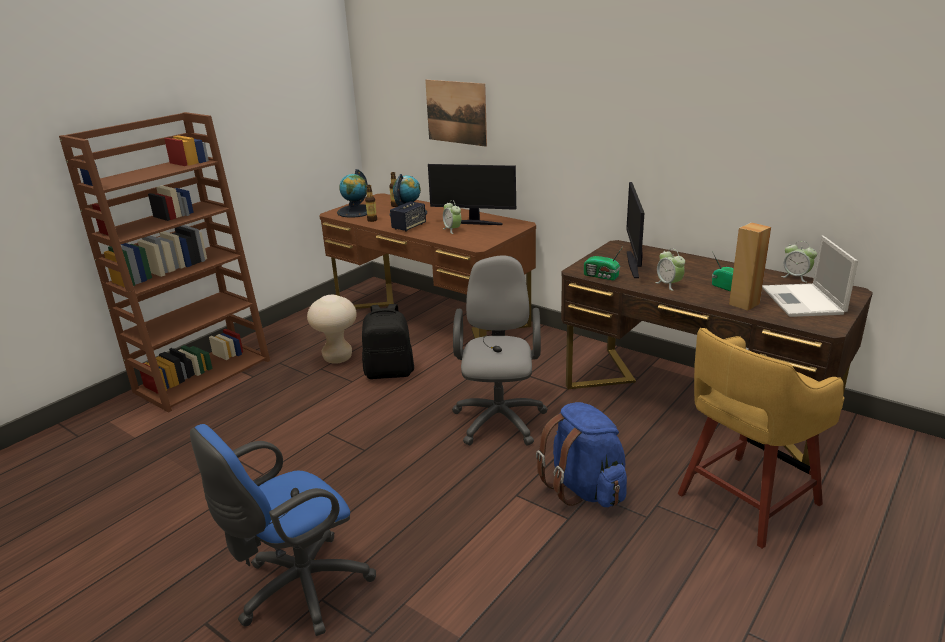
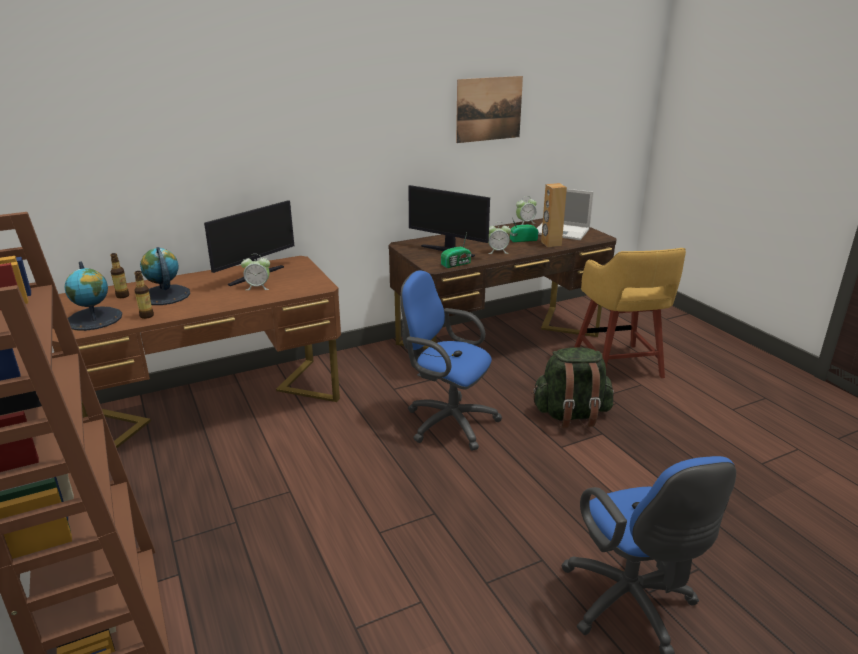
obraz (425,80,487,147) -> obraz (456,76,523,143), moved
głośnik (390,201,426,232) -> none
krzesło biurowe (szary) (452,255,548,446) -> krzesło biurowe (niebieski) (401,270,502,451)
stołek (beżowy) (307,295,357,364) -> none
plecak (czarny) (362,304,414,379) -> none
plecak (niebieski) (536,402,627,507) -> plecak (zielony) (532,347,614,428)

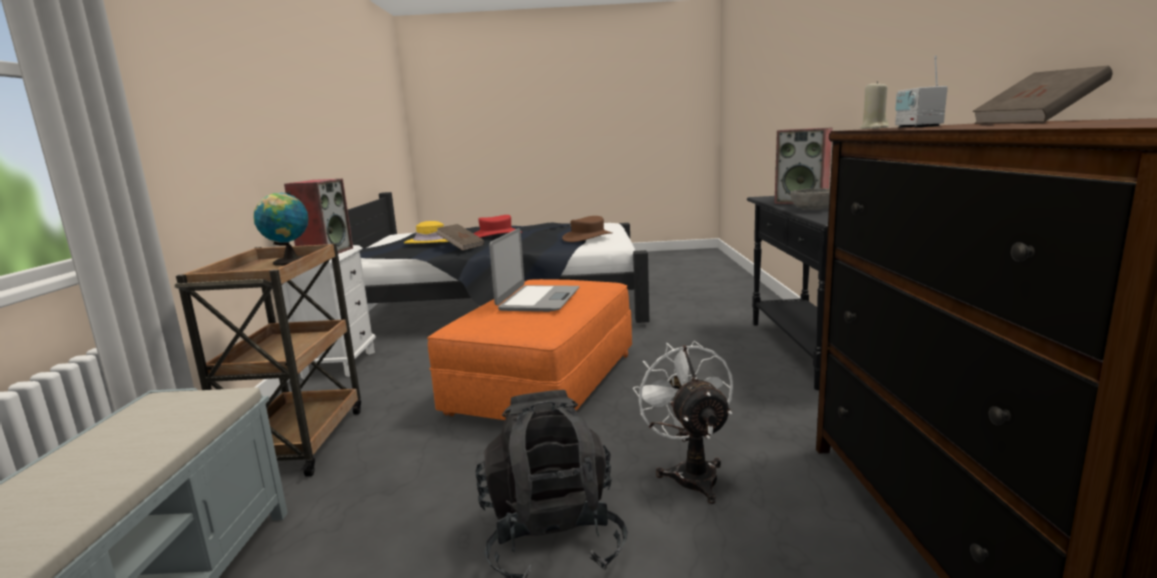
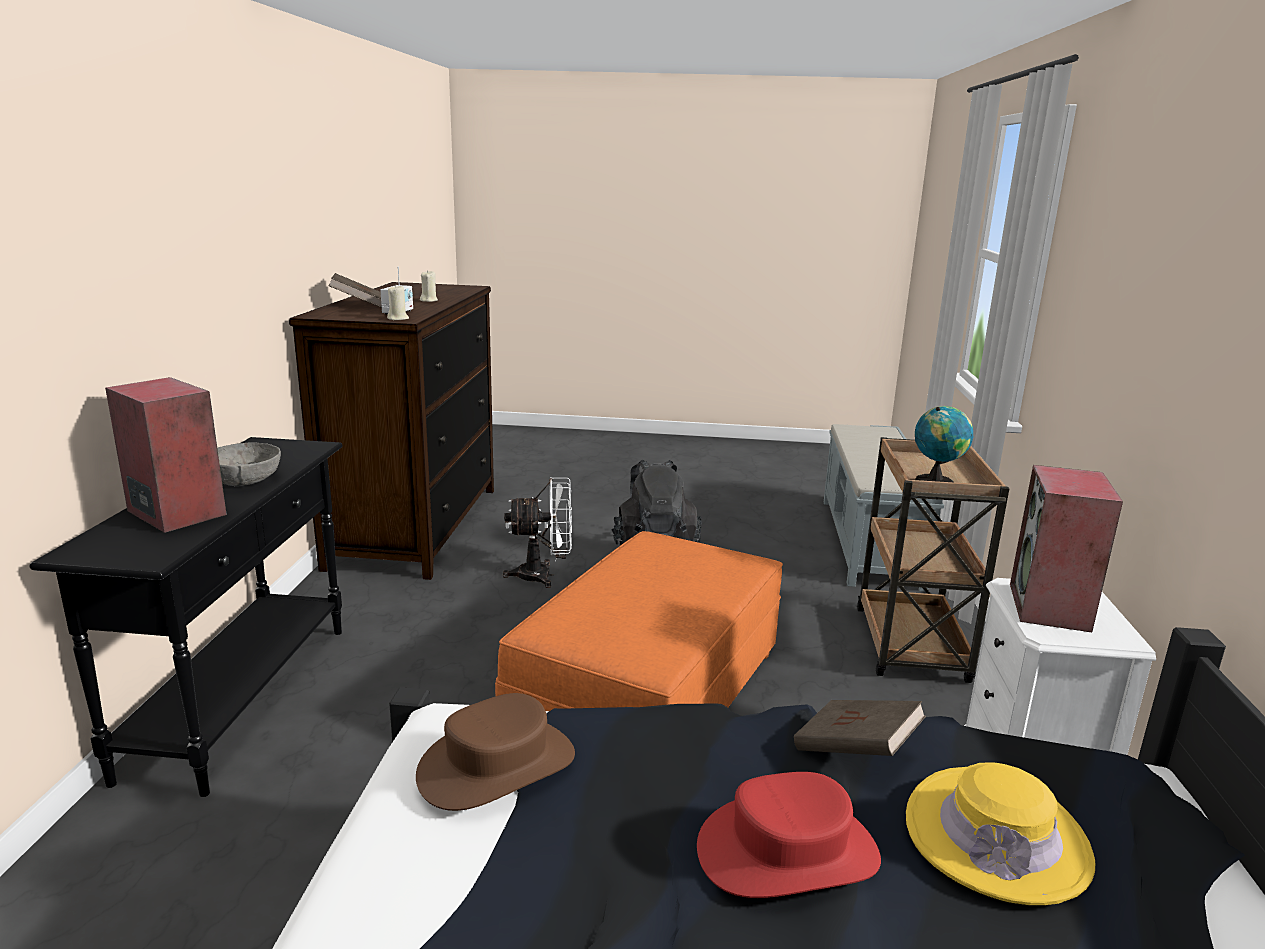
laptop (489,228,580,312) -> none
wentylator (biały) (633,341,733,504) -> wentylator (biały) (503,477,572,588), 90 degrees counterclockwise
none -> świeca (beżowy) (420,270,438,302)

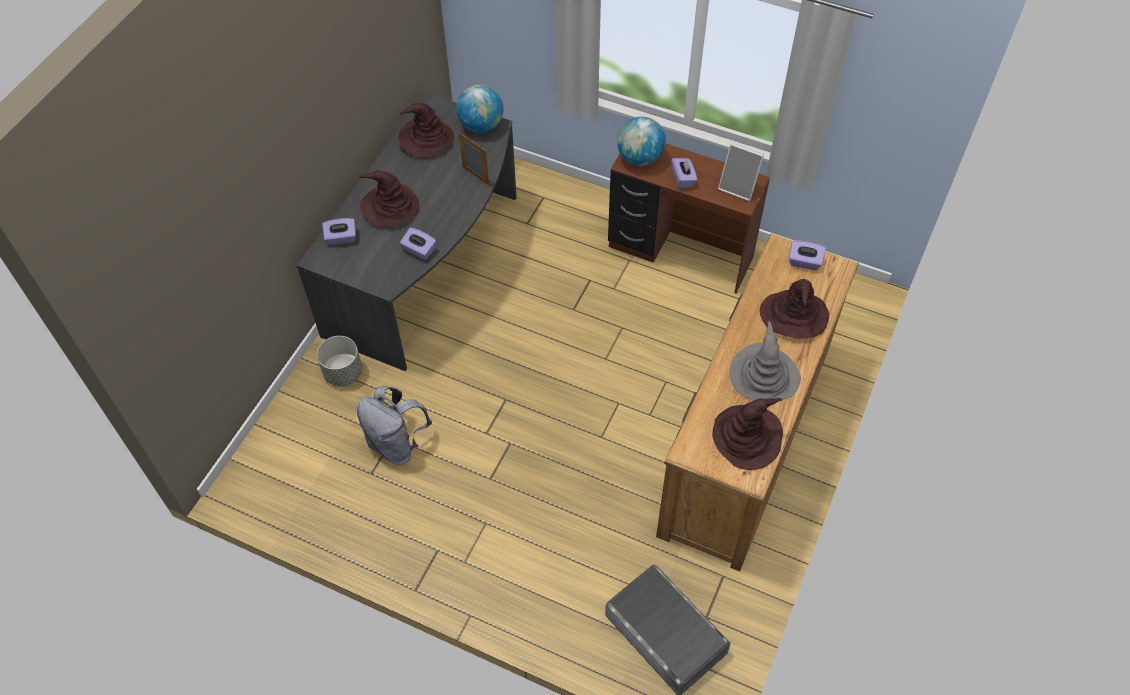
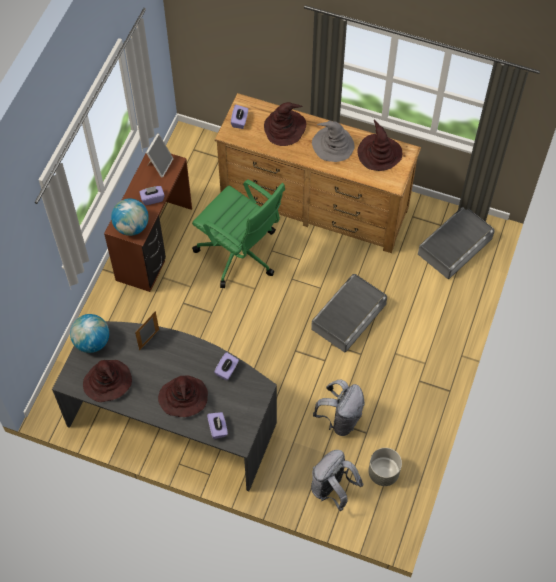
donica (szary) (317,336,362,387) -> donica (szary) (368,448,402,486), moved
none -> krzesło biurowe (zielony) (192,179,285,288)
none -> pojemnik do przechowywania (szary) (311,274,387,353)
none -> plecak (szary) (311,450,364,511)

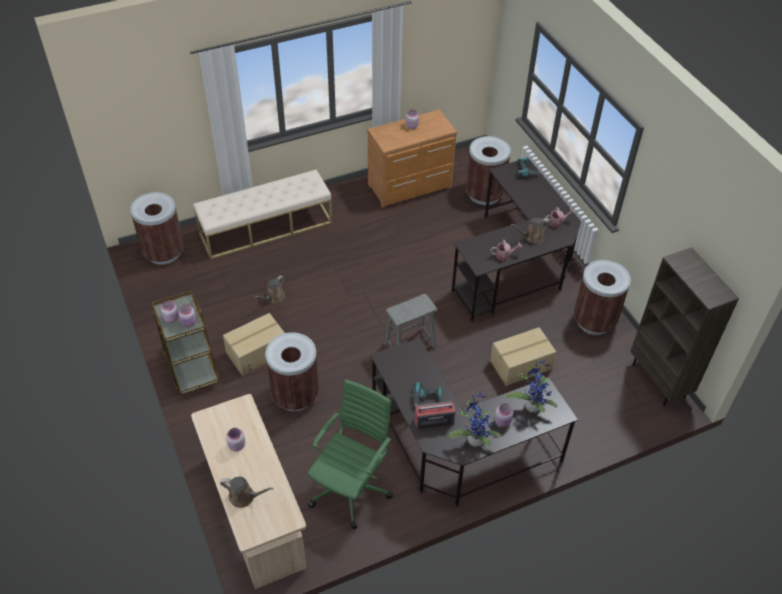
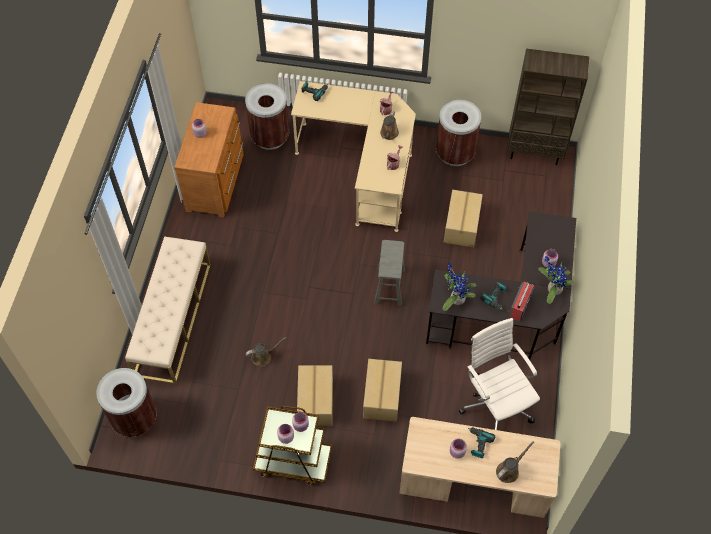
biurko (czarny) (451,158,581,323) -> biurko (beżowy) (291,81,416,232)
konewka (brązowy) (255,275,285,304) -> konewka (brązowy) (245,337,286,366), 90 degrees counterclockwise
kosz na śmieci (brązowy) (265,332,319,411) -> karton (363,359,402,422)
roślina doniczkowa (507,359,558,413) -> roślina doniczkowa (443,263,476,311), moved
krzesło biurowe (zielony) (307,380,393,530) -> krzesło biurowe (biały) (459,318,540,430)
none -> wiertarka (468,427,495,458)

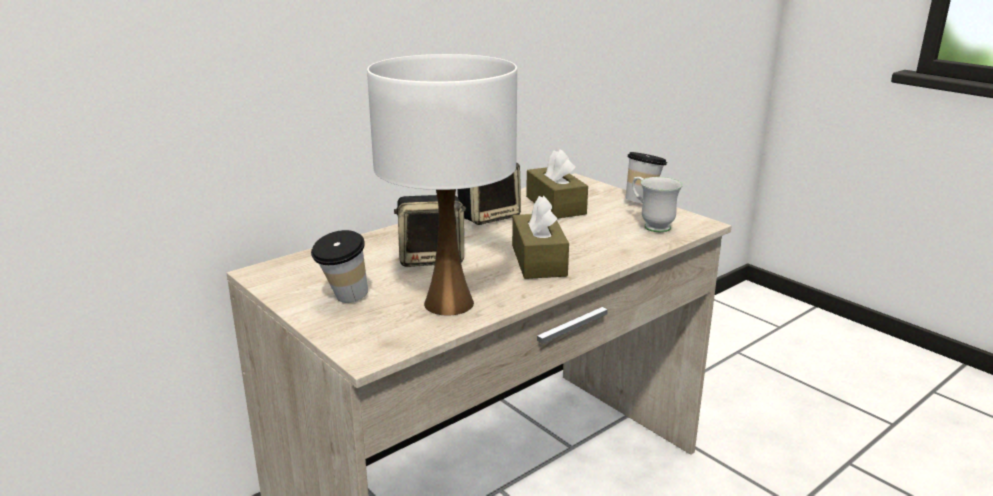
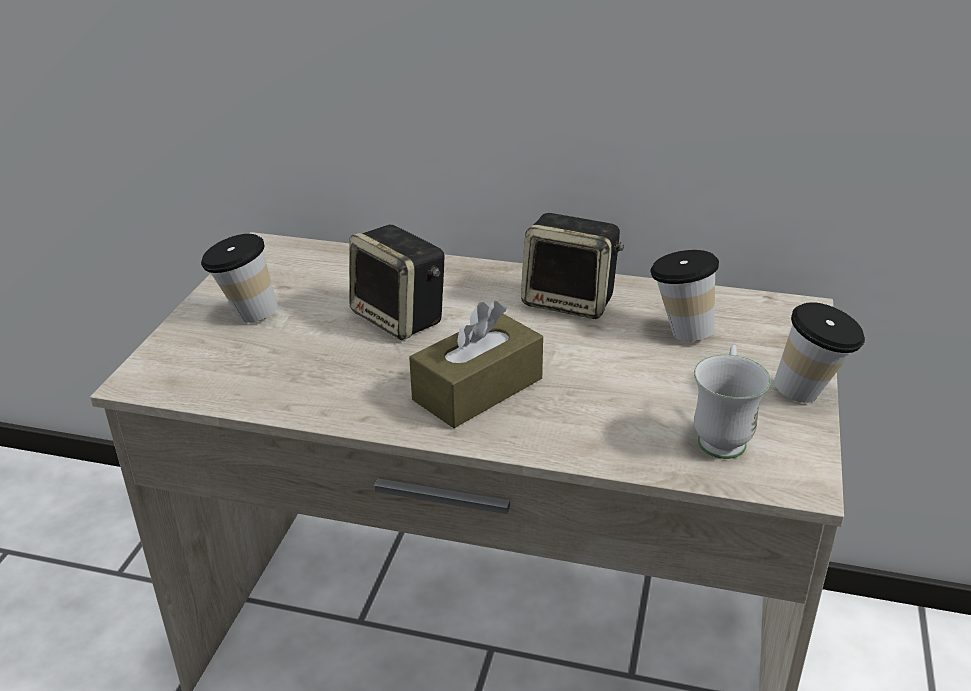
lampa stołowa (biały) (367,54,517,316) -> none
pudełko chusteczek (brązowy) (526,149,588,218) -> filiżanka (650,250,719,341)

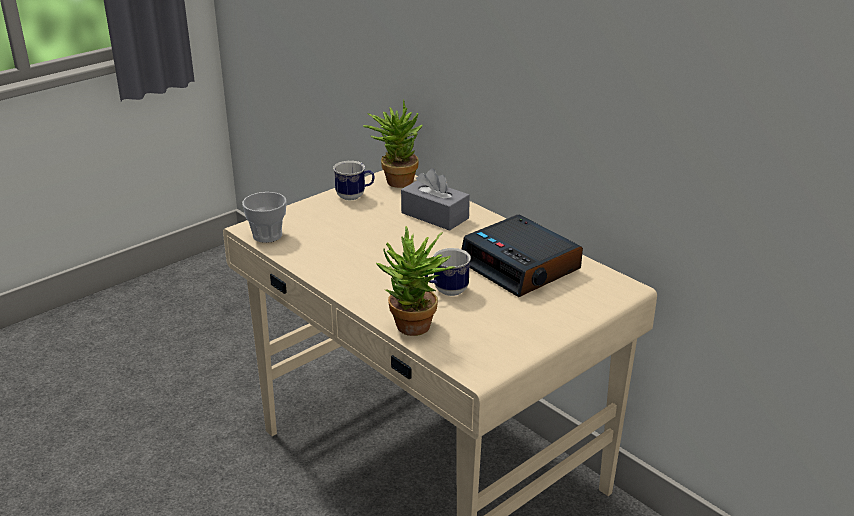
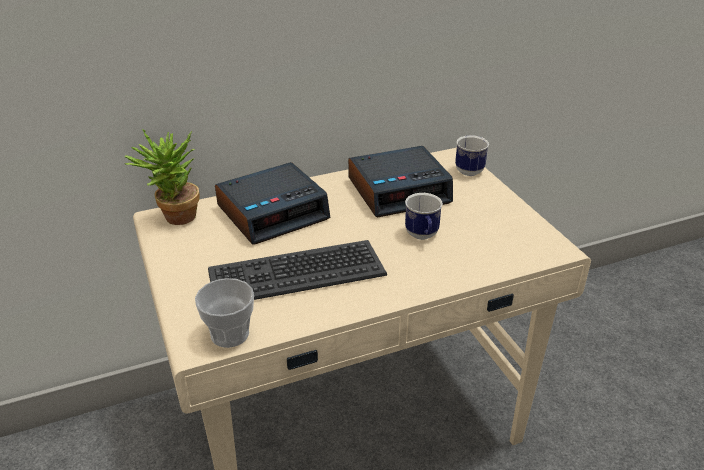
kubek (333,161,375,200) -> kubek (455,135,489,176), moved
pudełko chusteczek (szary) (401,168,470,231) -> budzik (215,162,330,245)
roślina doniczkowa (376,226,455,336) -> none
none -> klawiatura (208,240,387,300)

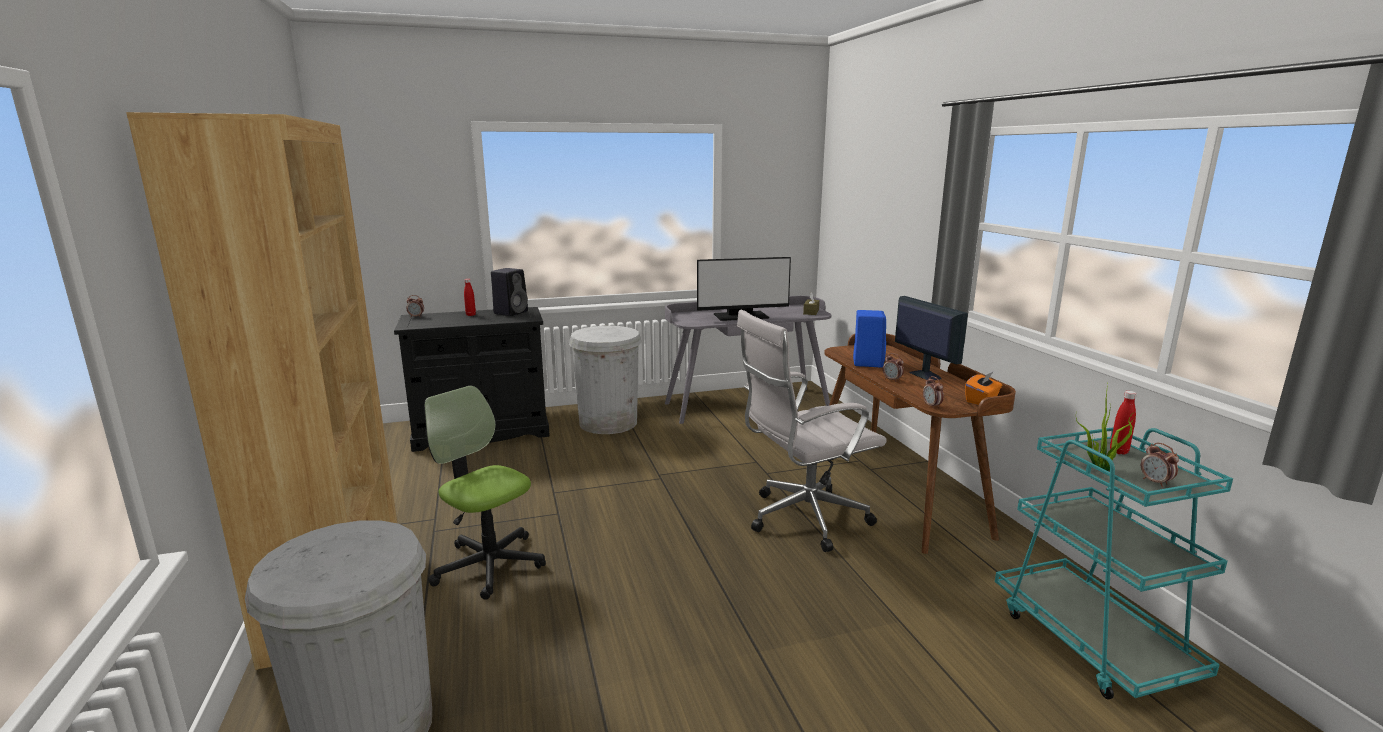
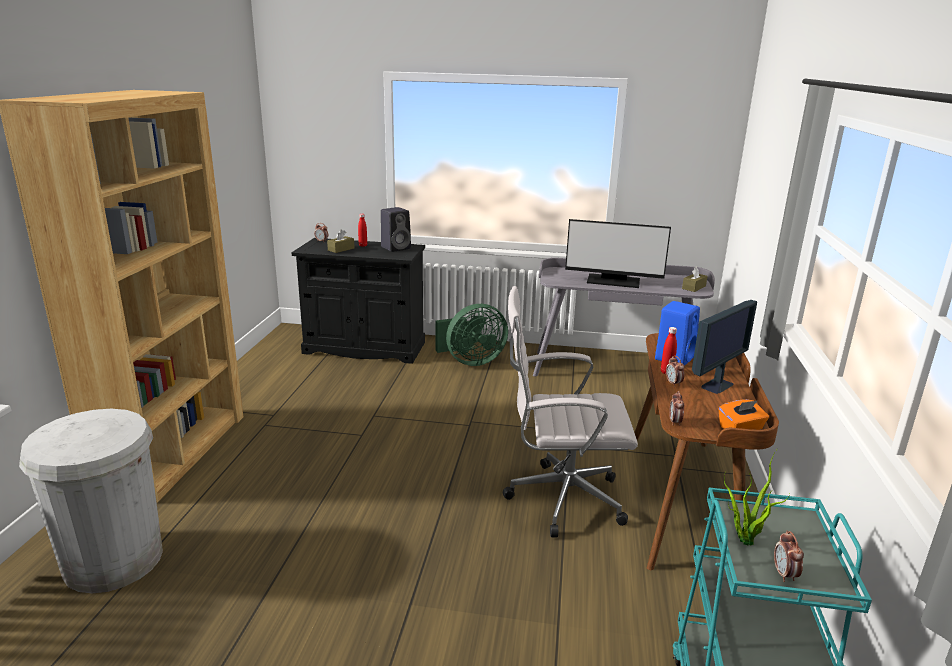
monitor (895,296,968,380) -> monitor (692,300,757,394), 45 degrees clockwise
kosz na śmieci (biały) (569,326,641,434) -> wentylator (zielony) (436,304,508,366)
krzesło biurowe (424,386,546,600) -> none
butelka (czerwony) (1110,391,1137,455) -> butelka (czerwony) (661,327,677,374), moved
none -> pudełko chusteczek (brązowy) (327,230,354,253)

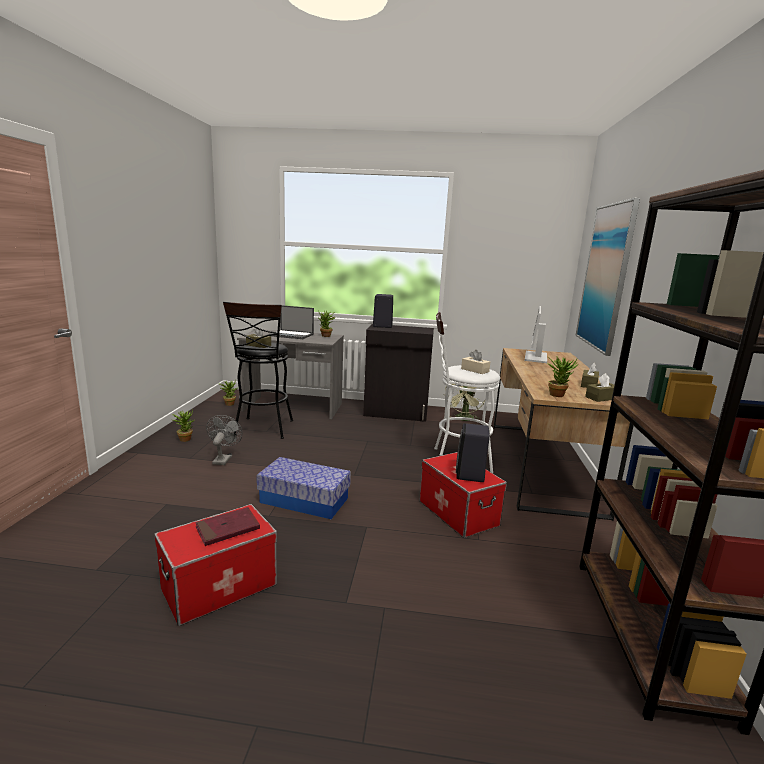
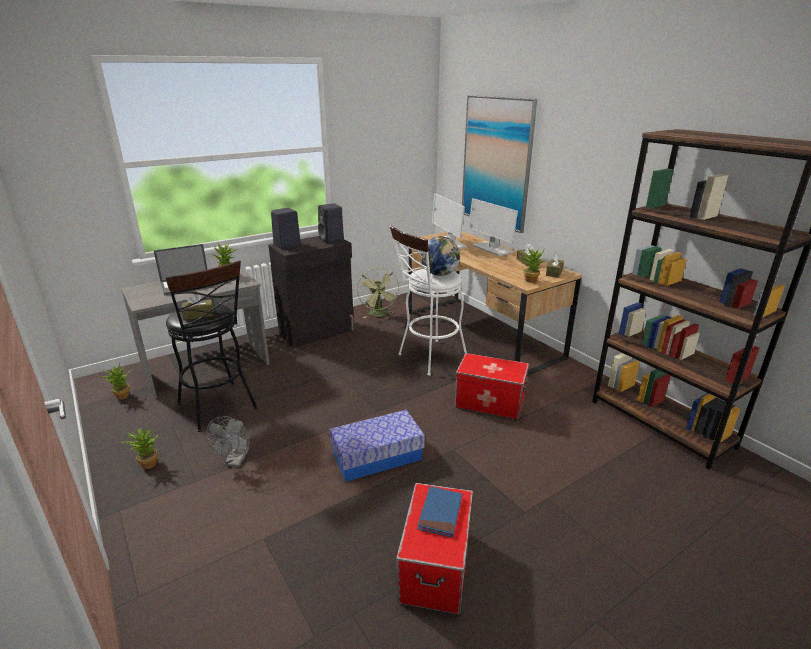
pudełko chusteczek (beżowy) (461,350,490,374) -> globus (421,236,460,276)
wentylator (szary) (206,415,242,465) -> wentylator (szary) (206,416,250,467), 135 degrees counterclockwise
głośnik (czarny) (456,423,490,482) -> głośnik (czarny) (318,203,344,244), moved
książka (czerwony) (195,507,260,546) -> książka (niebieski) (417,486,462,538)
none -> monitor (468,198,518,256)

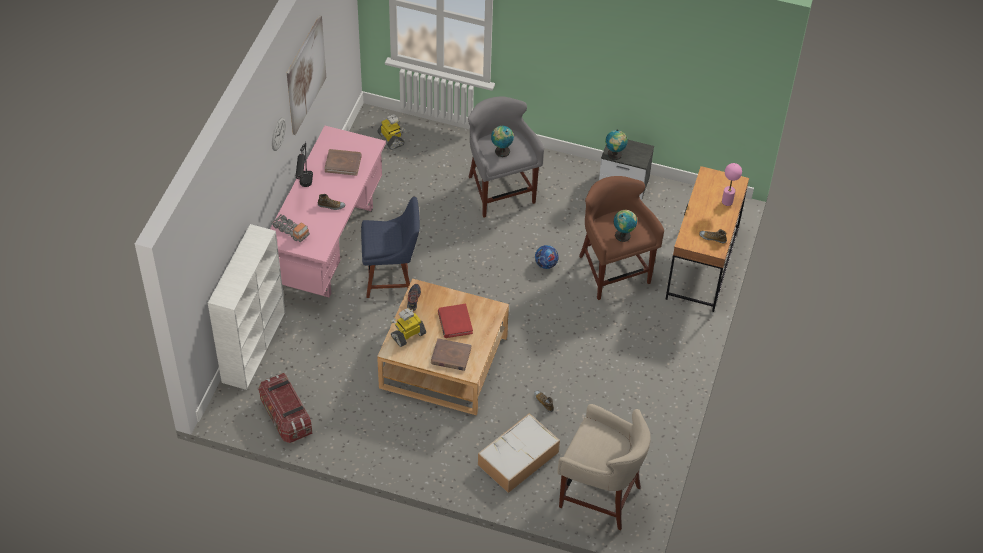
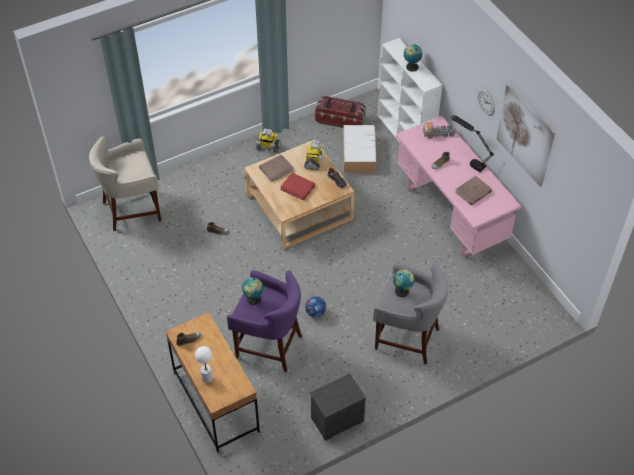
robot zabawkowy (377,114,407,150) -> robot zabawkowy (256,128,281,153), moved
globus (605,130,628,160) -> globus (404,44,422,72), moved
lampa stołowa (różowy) (722,163,742,206) -> lampa stołowa (biały) (195,346,213,383)
stołek (brązowy) (579,176,664,300) -> stołek (fioletowy) (227,270,302,372)
krzesło (niebieski) (361,197,420,298) -> none
pojemnik do przechowywania (478,413,560,493) -> pojemnik do przechowywania (343,125,377,173), moved

